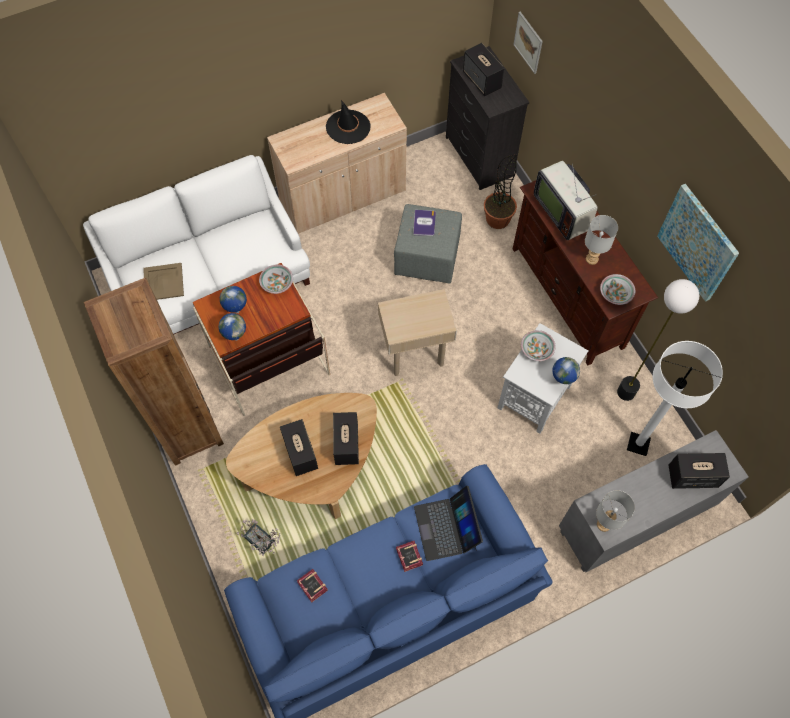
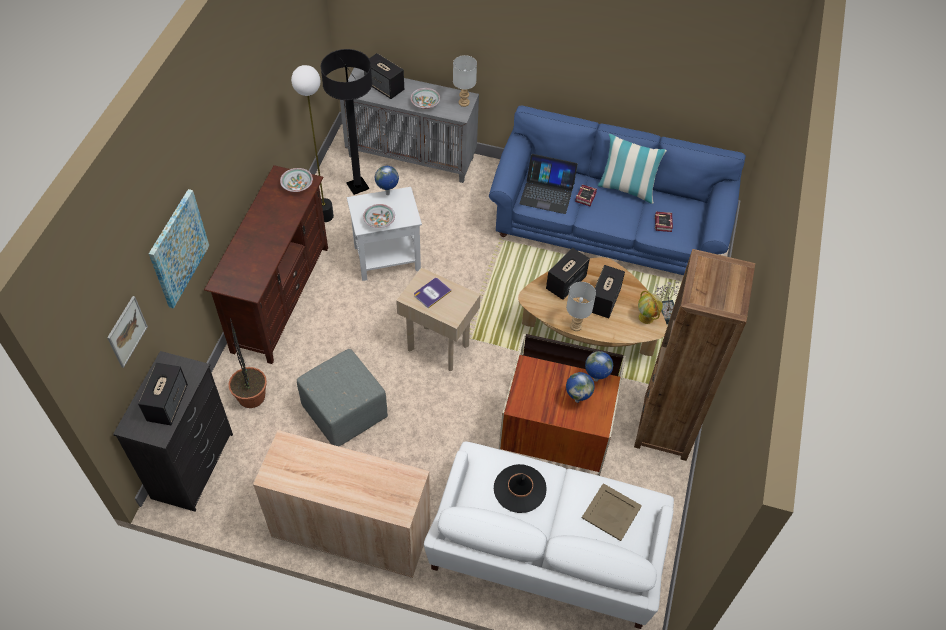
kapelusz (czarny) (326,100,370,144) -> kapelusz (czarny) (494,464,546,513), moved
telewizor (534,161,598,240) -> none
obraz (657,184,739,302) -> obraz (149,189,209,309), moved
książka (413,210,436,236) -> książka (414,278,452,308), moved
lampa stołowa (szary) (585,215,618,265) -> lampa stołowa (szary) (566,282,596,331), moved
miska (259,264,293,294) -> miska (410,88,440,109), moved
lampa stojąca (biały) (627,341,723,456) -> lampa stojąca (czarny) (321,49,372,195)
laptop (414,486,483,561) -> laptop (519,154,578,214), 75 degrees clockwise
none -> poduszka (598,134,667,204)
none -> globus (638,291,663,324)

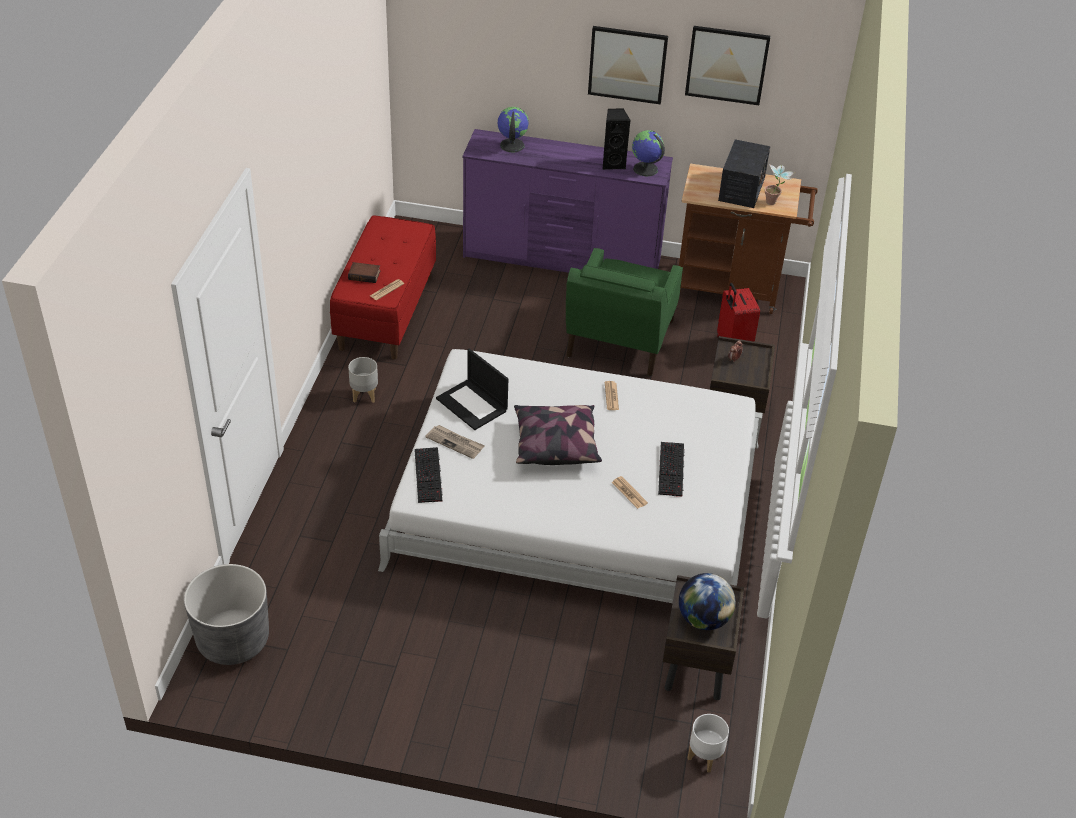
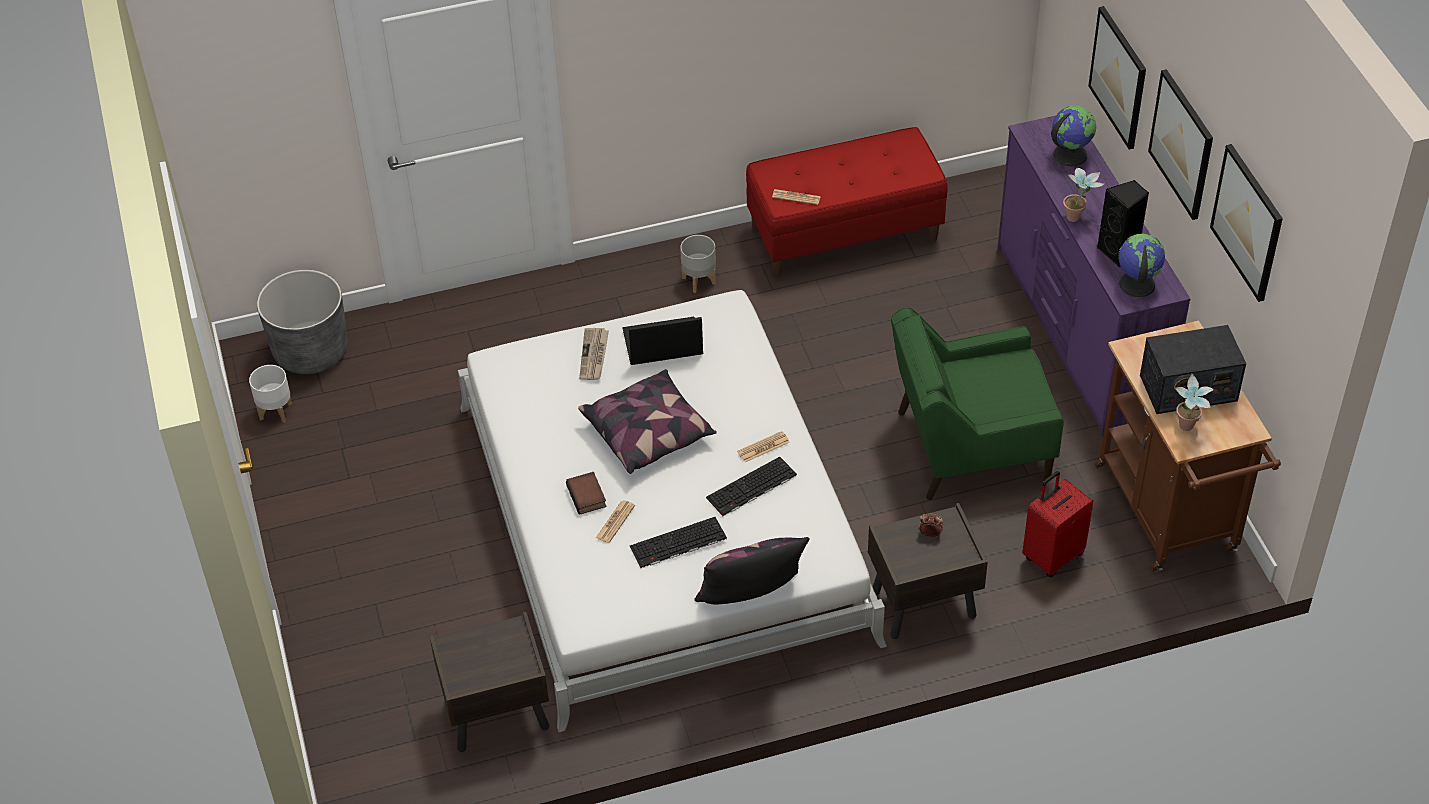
książka (348,262,380,283) -> książka (566,472,607,515), moved
laptop (436,349,508,430) -> laptop (623,317,703,365), 60 degrees clockwise
klawiatura (414,447,443,503) -> klawiatura (706,457,797,516), moved
globus (679,573,736,630) -> none
donica (biały) (688,714,729,773) -> donica (biały) (249,365,292,423), moved
none -> obraz (1088,6,1146,150)
none -> roślina doniczkowa (1063,168,1104,222)
none -> poduszka (694,537,810,604)

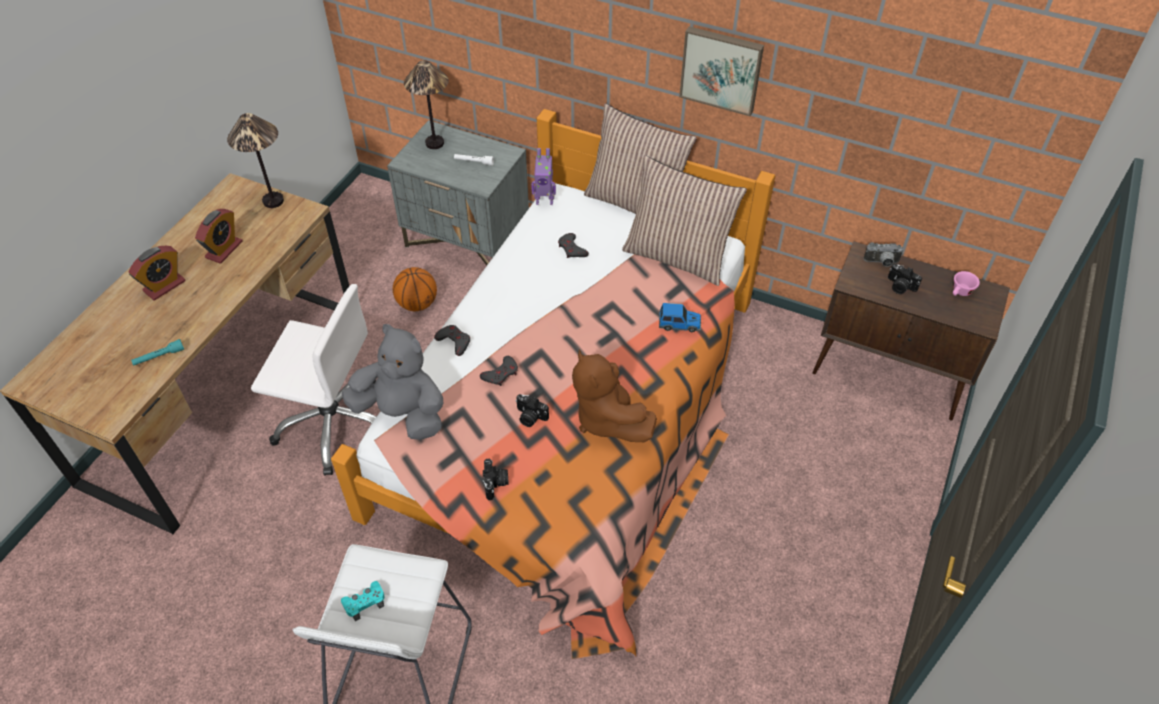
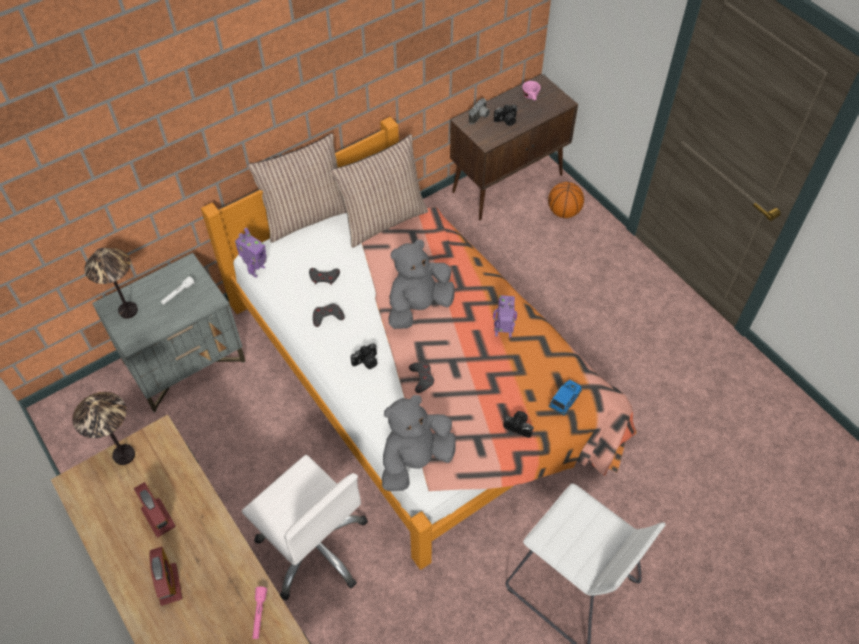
obraz (679,26,764,116) -> none
piłka do koszykówki (393,267,437,311) -> piłka do koszykówki (548,182,584,218), moved
krzesło biurowe (biały) (251,284,376,475) -> krzesło biurowe (biały) (242,455,368,600), 90 degrees clockwise
samochodzik (659,303,701,332) -> samochodzik (549,380,582,416), moved
pad do gier (szary) (434,325,470,356) -> pad do gier (szary) (313,304,345,327), moved
latarka (turkusowy) (131,339,184,365) -> latarka (różowy) (252,587,267,639)
pluszak (brązowy) (572,350,657,442) -> robot zabawkowy (493,295,517,337)
aparat fotograficzny (515,394,549,427) -> aparat fotograficzny (350,343,378,369), moved
pad do gier (turkusowy) (341,581,385,621) -> none
none -> pluszak (szary) (388,240,455,329)

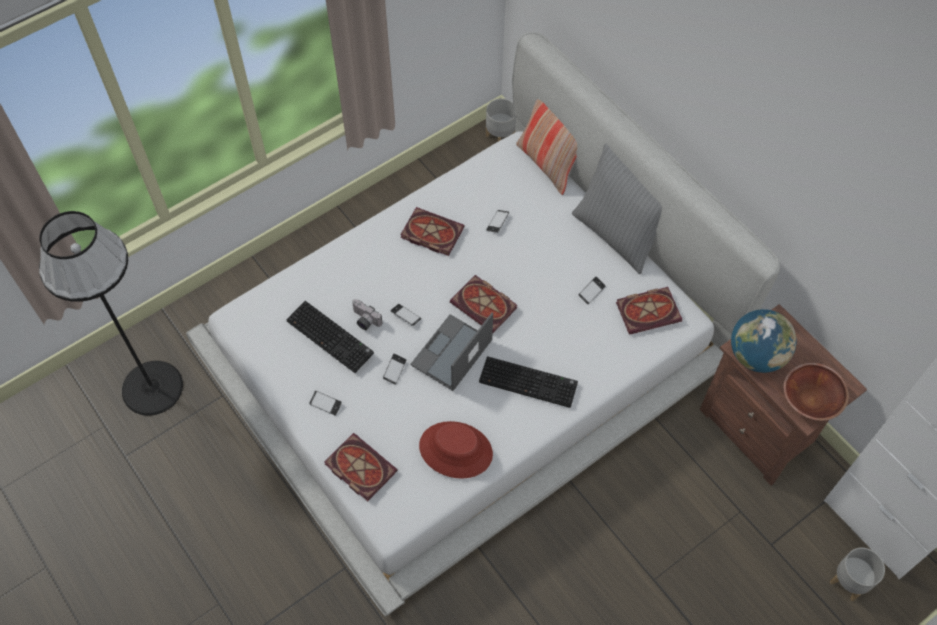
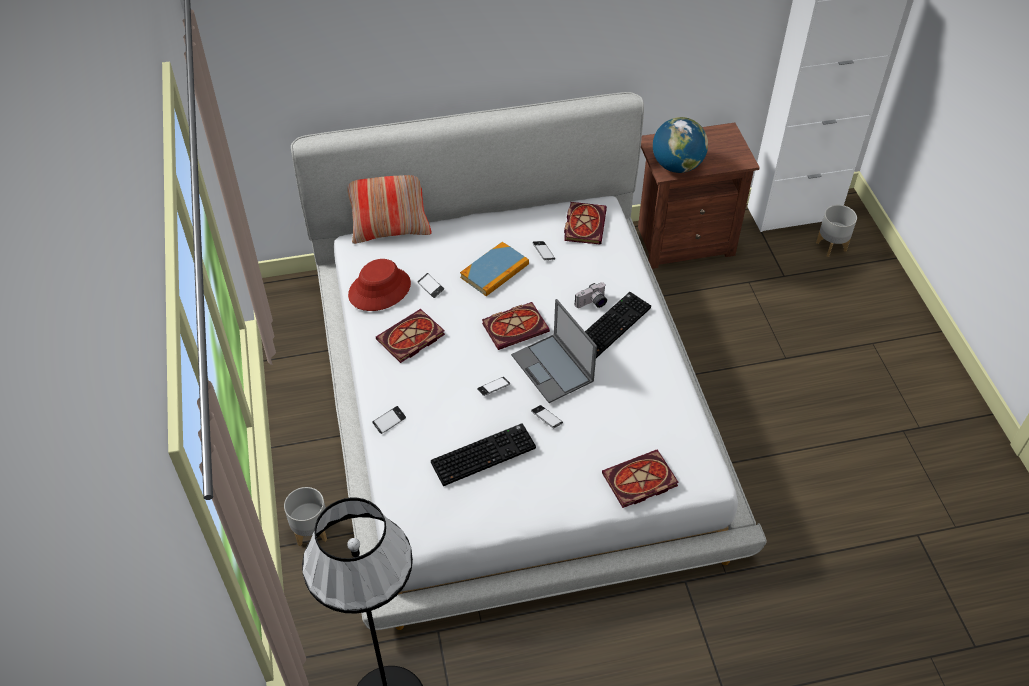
donica (szary) (486,98,516,141) -> donica (szary) (284,487,327,546), moved
poduszka (szary) (572,143,662,275) -> none
aparat fotograficzny (352,299,382,330) -> aparat fotograficzny (575,282,607,308), moved
miska (brązowy) (783,363,849,421) -> none
telefon (309,391,342,416) -> telefon (372,406,406,434), moved
kapelusz (czerwony) (419,421,493,479) -> kapelusz (czerwony) (348,259,411,311), moved
none -> książka (460,242,529,296)

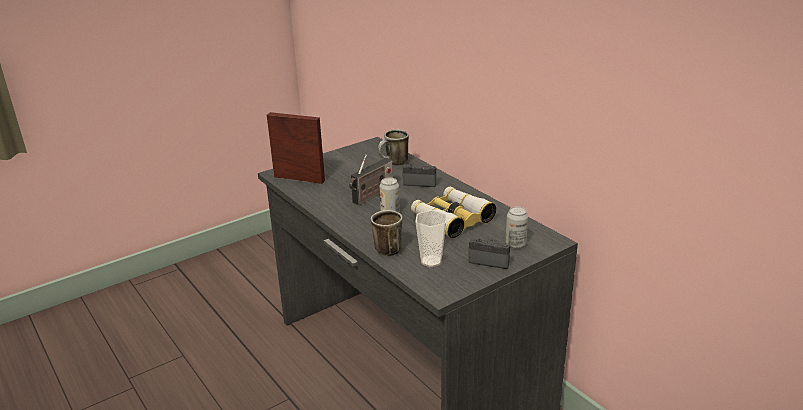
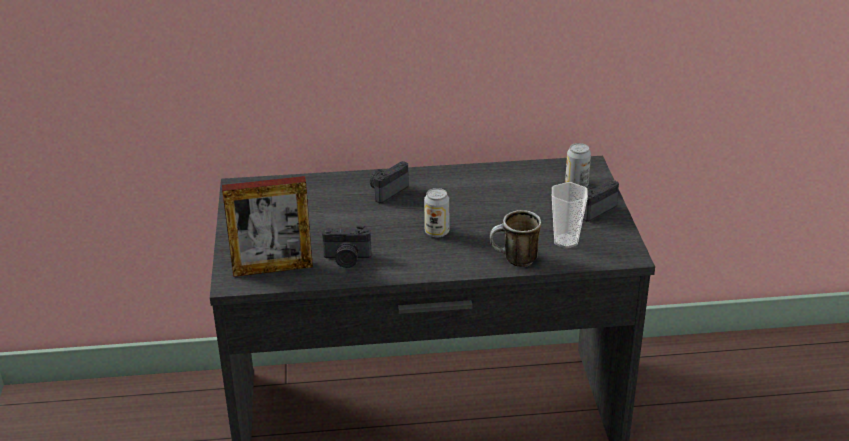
ramka na zdjęcie (267,112,325,184) -> ramka na zdjęcie (222,176,313,277), 150 degrees counterclockwise
kubek (378,129,409,165) -> none
radio (349,155,393,205) -> none
lornetka (411,187,496,239) -> none
none -> aparat fotograficzny (322,226,371,268)

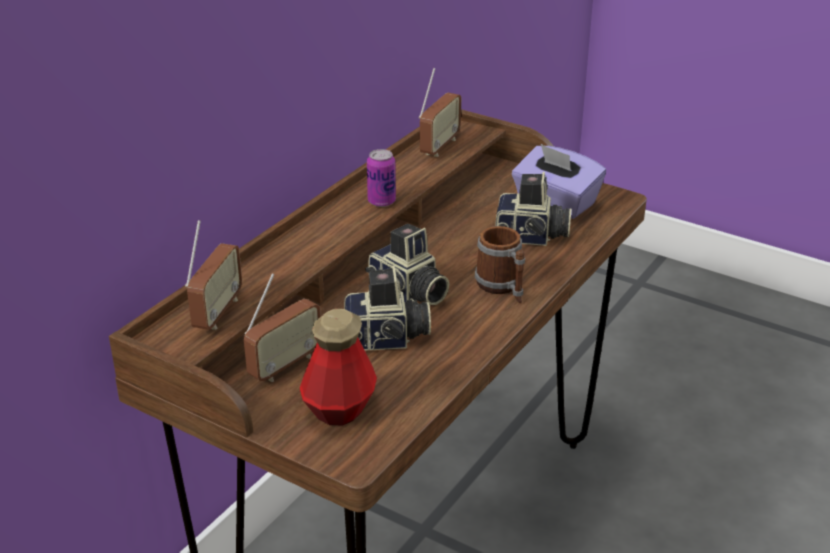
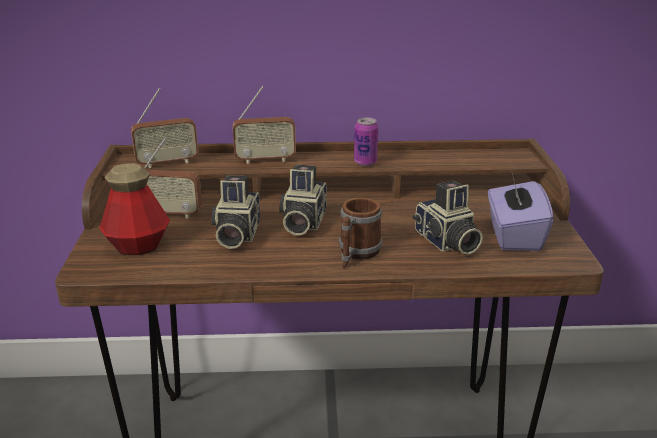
radio (419,68,461,157) -> radio (232,86,296,164), moved
aparat fotograficzny (344,266,431,351) -> aparat fotograficzny (211,175,260,249), 45 degrees clockwise

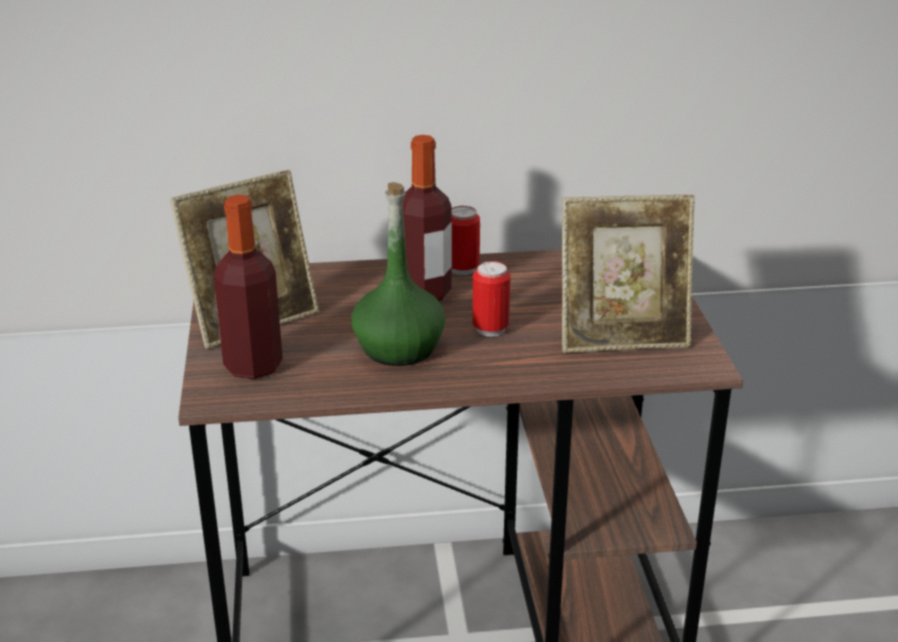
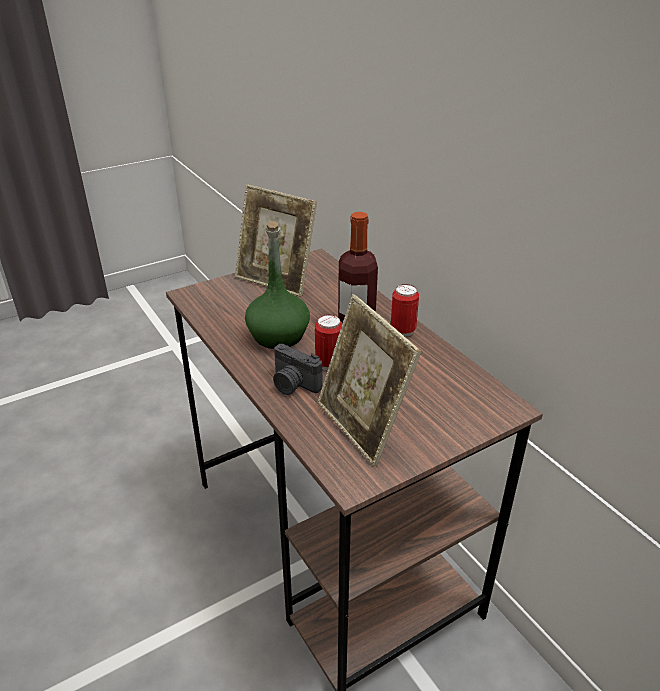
butelka (213,195,283,379) -> none
none -> aparat fotograficzny (273,344,322,395)

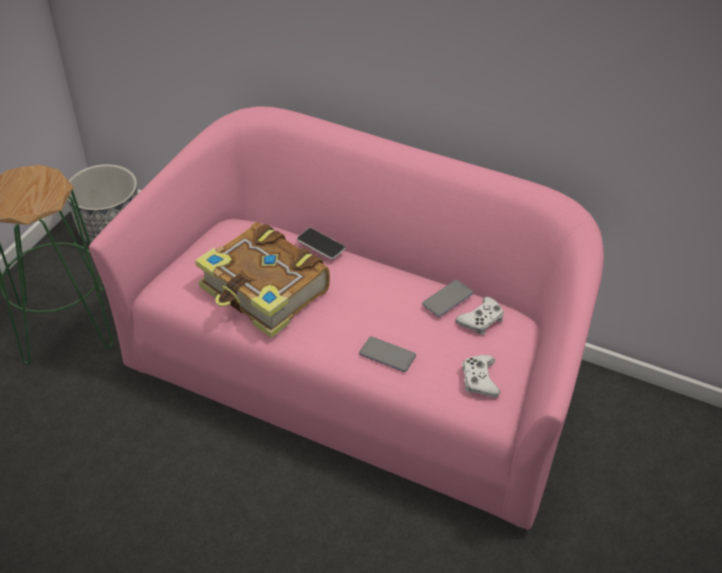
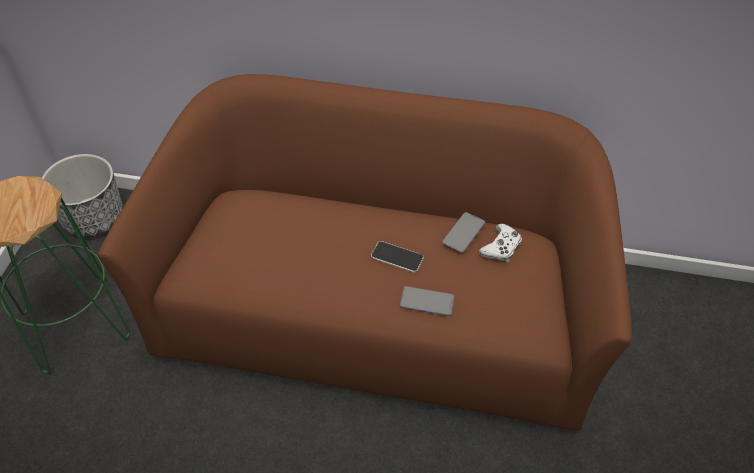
kanapa (różowy) (89,106,604,530) -> kanapa (brązowy) (98,74,632,431)
książka (195,222,330,338) -> none
telefon (297,228,346,259) -> telefon (371,241,424,273), moved
pad do gier (biały) (462,355,500,397) -> none

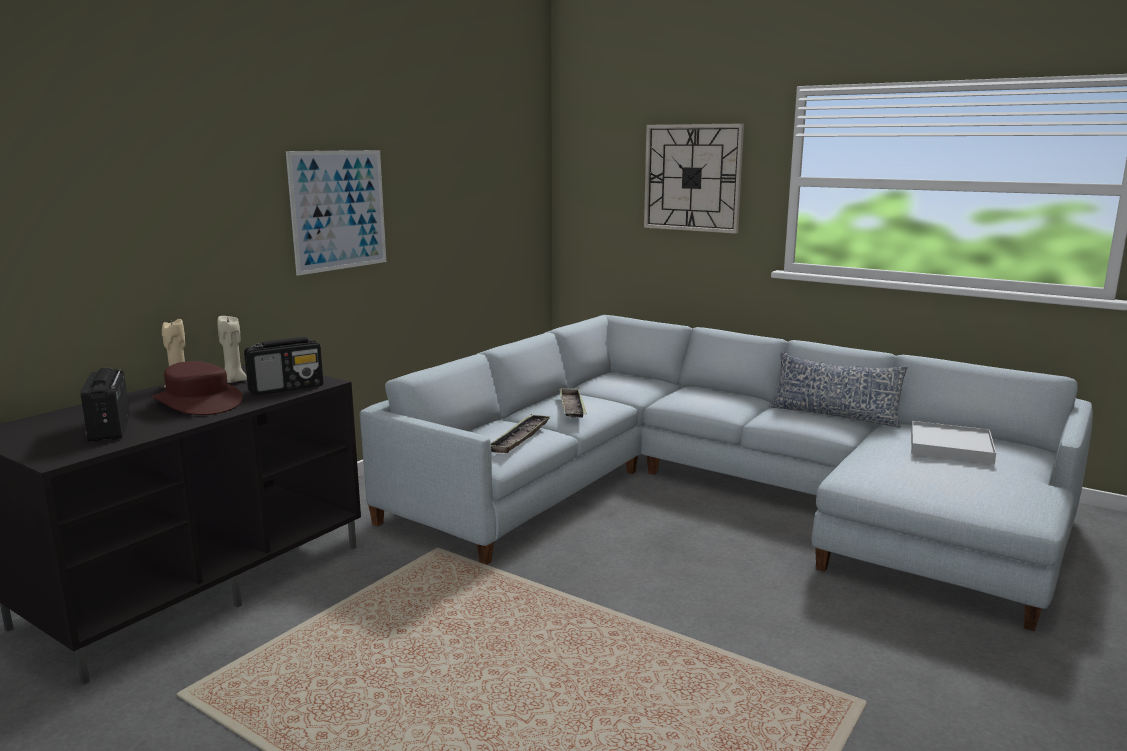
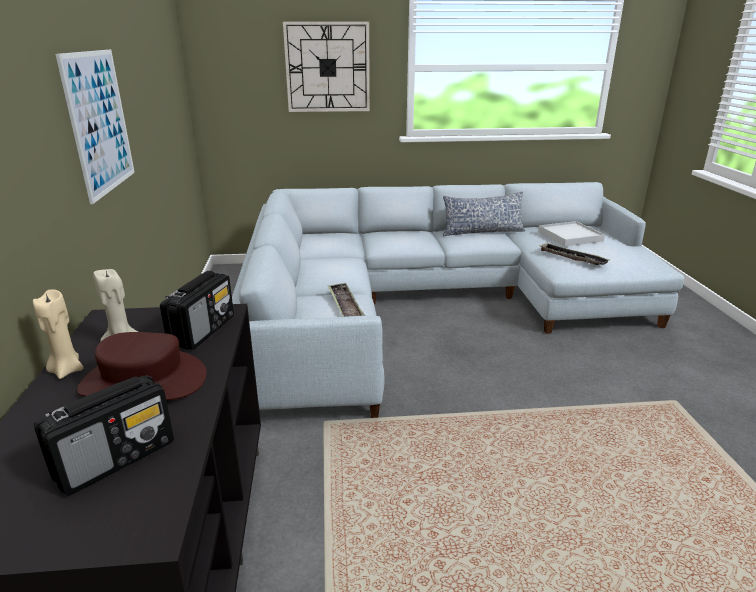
radio (80,368,130,442) -> radio (34,376,174,496), 75 degrees counterclockwise
taca (559,388,587,418) -> taca (539,242,609,265), moved

